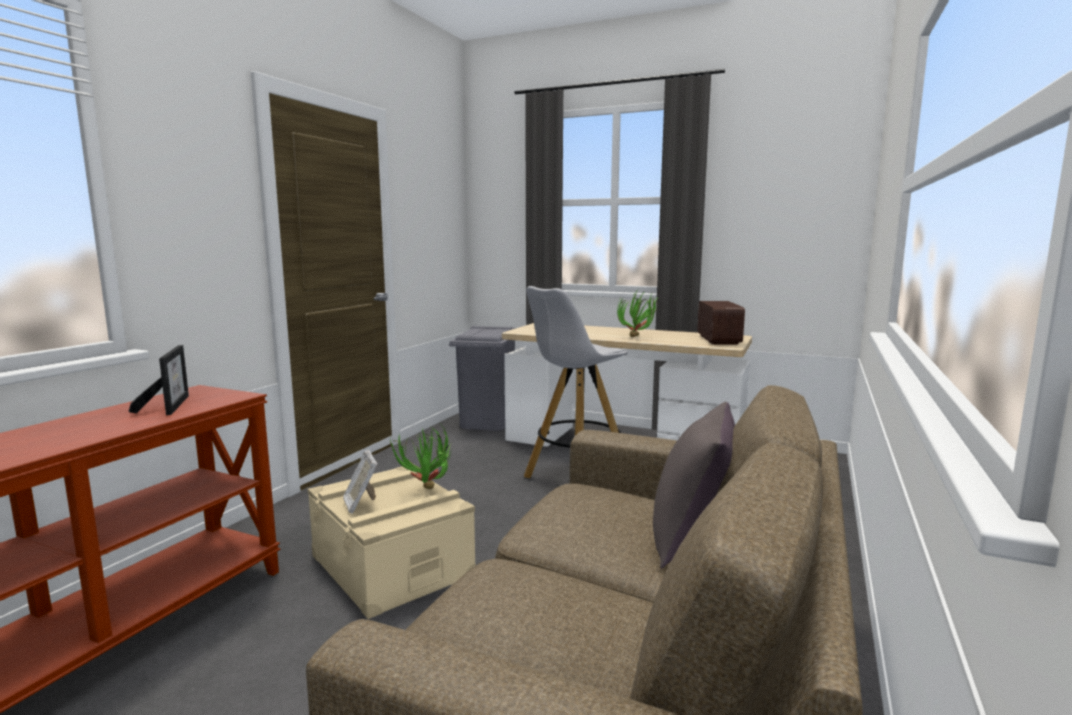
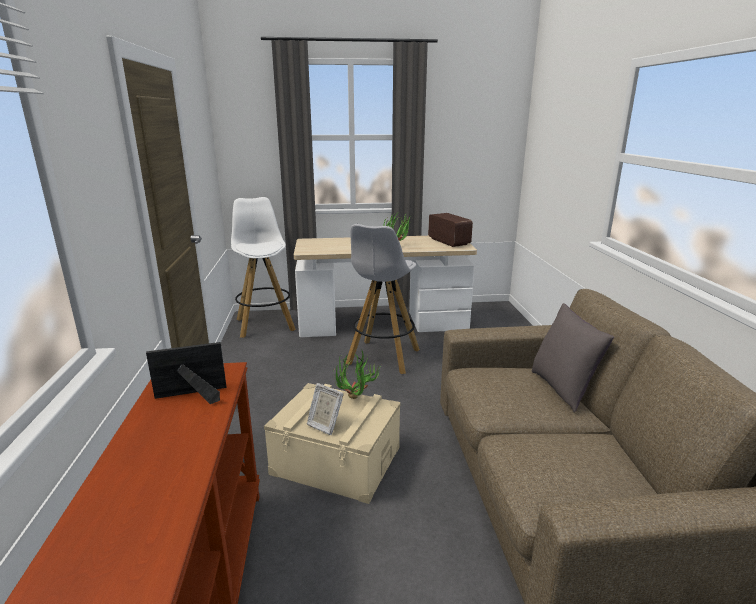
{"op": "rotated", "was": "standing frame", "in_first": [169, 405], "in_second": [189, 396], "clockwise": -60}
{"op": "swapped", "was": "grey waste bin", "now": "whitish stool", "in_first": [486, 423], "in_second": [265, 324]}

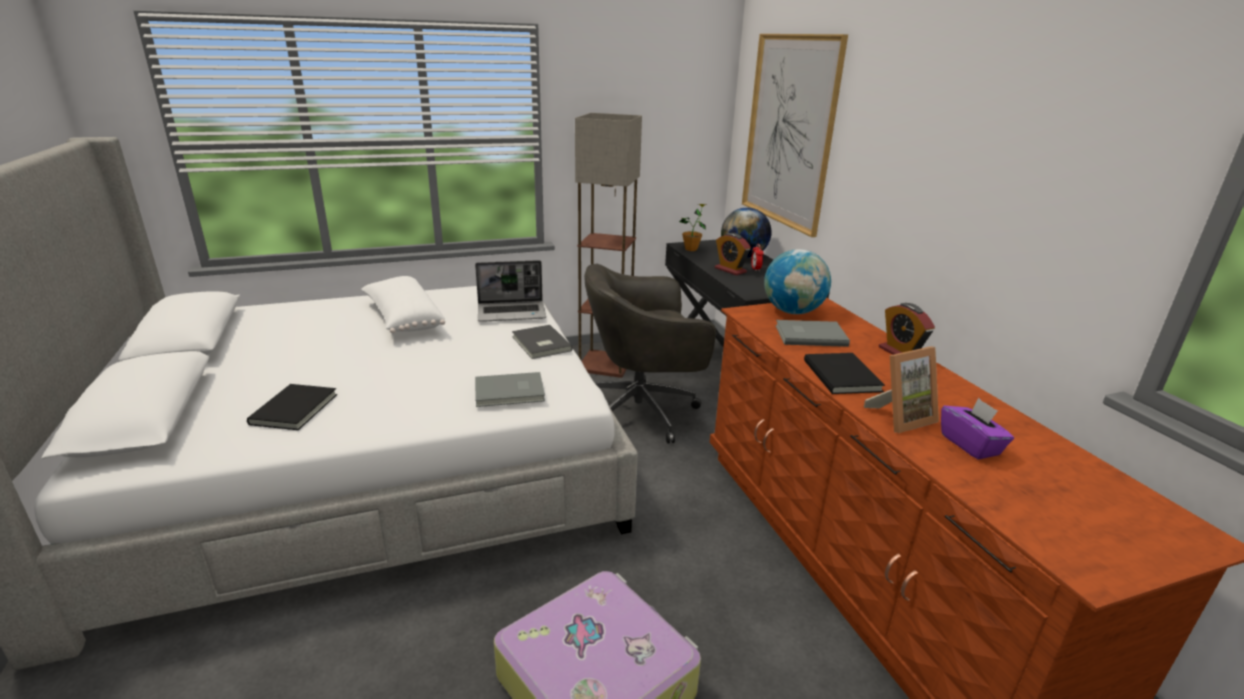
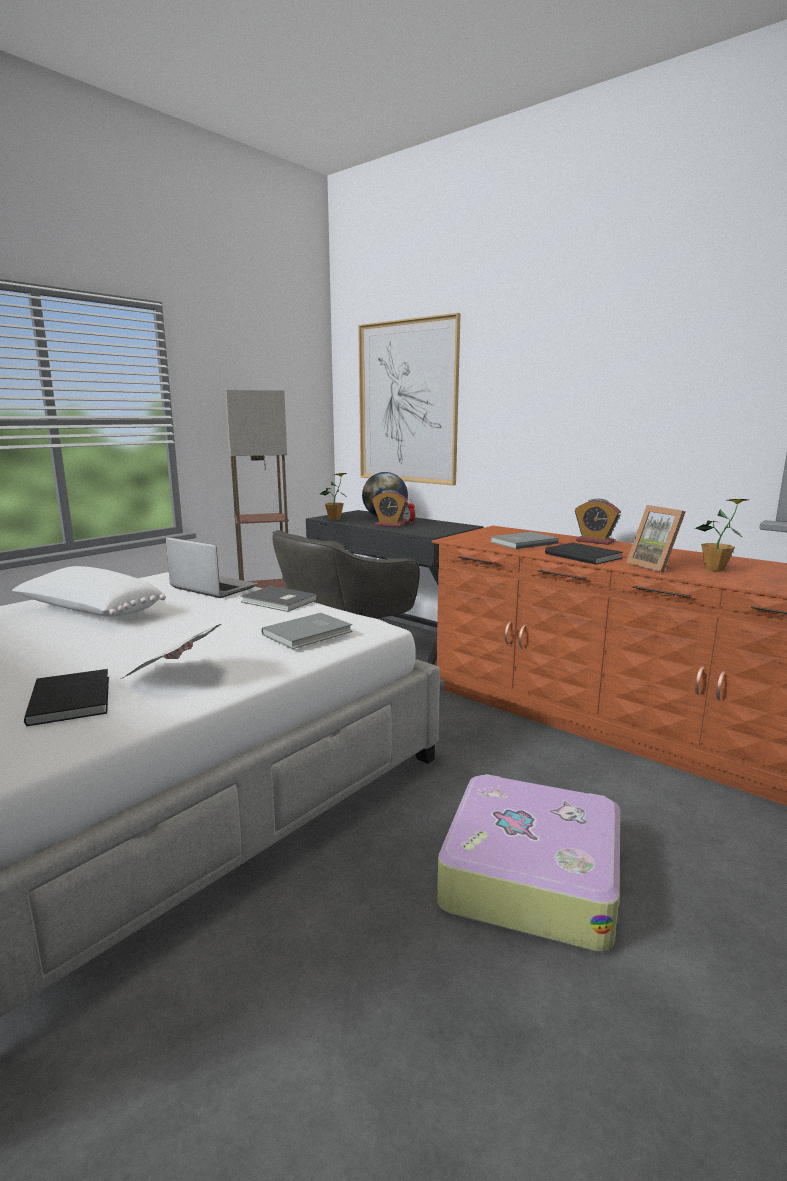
{"op": "rotated", "was": "laptop", "in_first": [512, 312], "in_second": [212, 588], "clockwise": -105}
{"op": "gone", "was": "world globe", "in_first": [792, 311]}
{"op": "rotated", "was": "standing frame", "in_first": [900, 417], "in_second": [655, 566], "clockwise": 120}
{"op": "swapped", "was": "purple-coloured tissue box", "now": "potted plant", "in_first": [970, 445], "in_second": [714, 569]}
{"op": "new", "now": "printed paper", "in_second": [173, 676]}

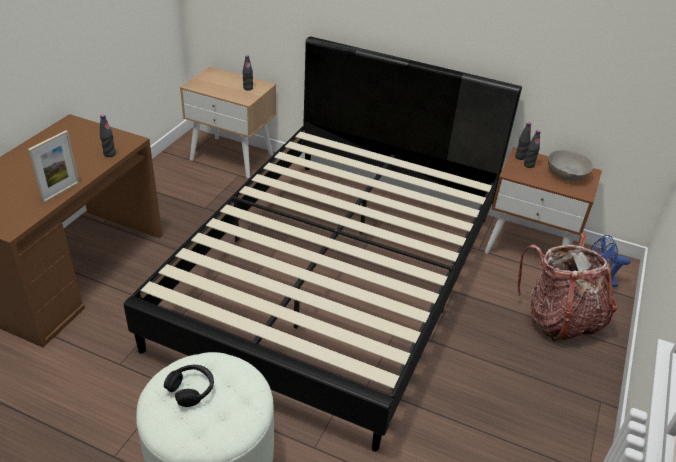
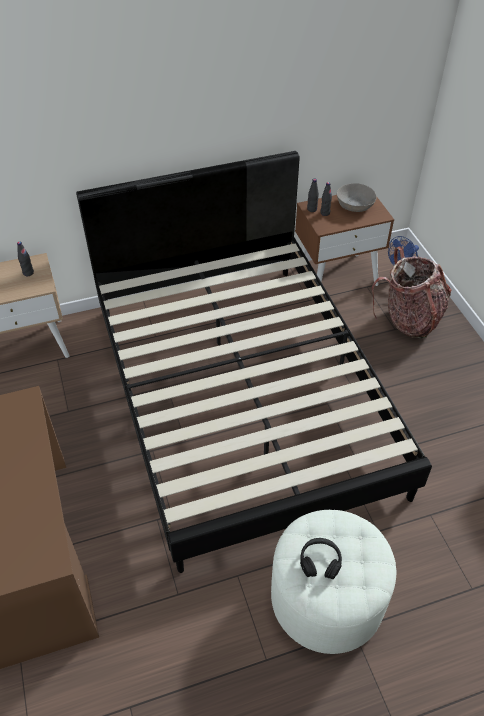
{"op": "gone", "was": "standing frame", "in_first": [61, 192]}
{"op": "gone", "was": "blackish beverage bottle", "in_first": [109, 154]}

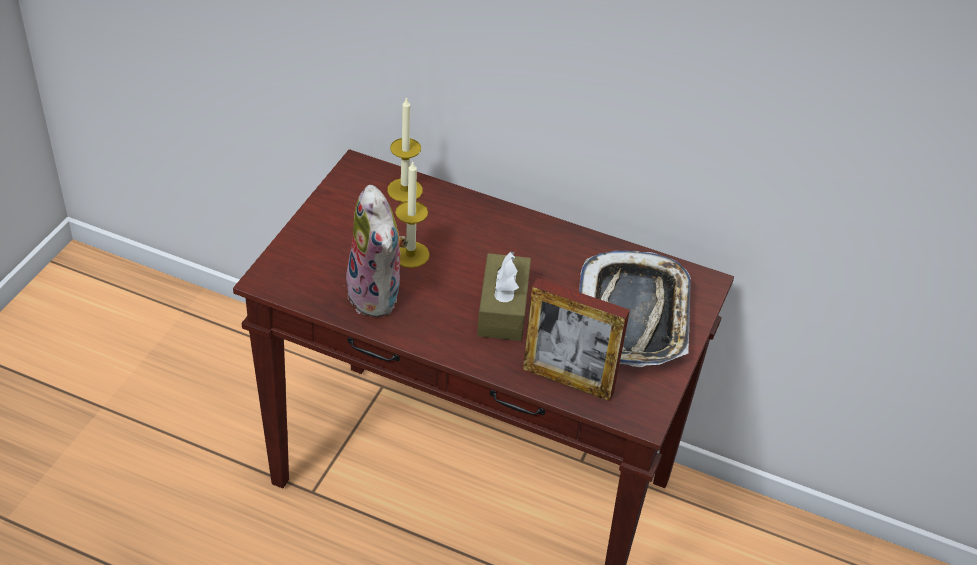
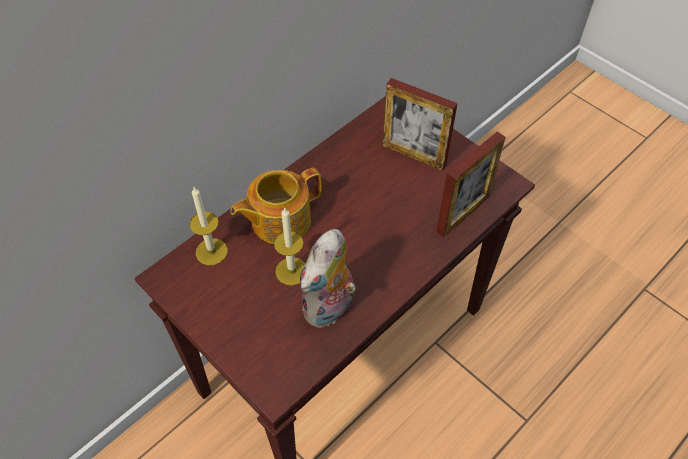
{"op": "rotated", "was": "soft toy", "in_first": [378, 295], "in_second": [330, 308], "clockwise": 120}
{"op": "gone", "was": "brown-coloured tissue box", "in_first": [503, 309]}
{"op": "swapped", "was": "carrying tray", "now": "standing frame", "in_first": [633, 316], "in_second": [414, 155]}
{"op": "new", "now": "teapot", "in_second": [279, 220]}

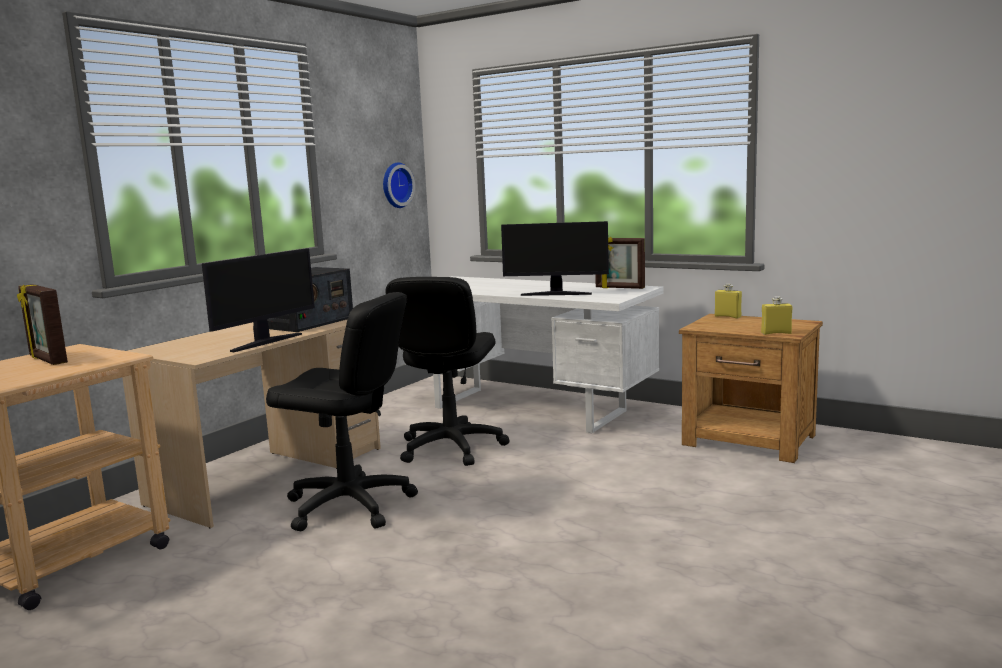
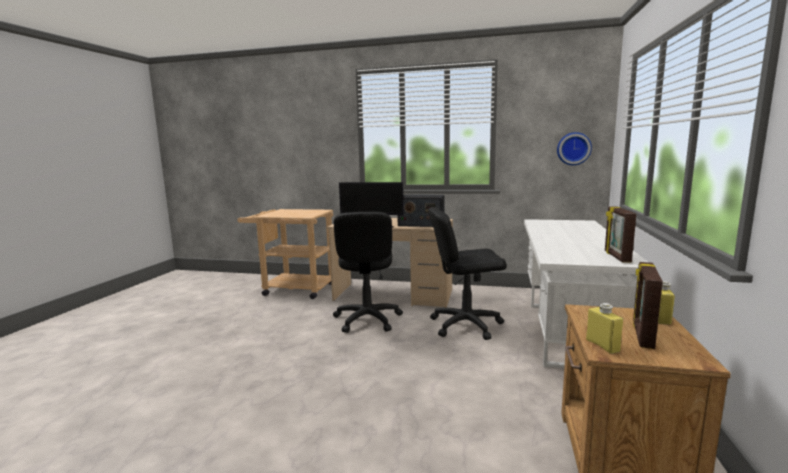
{"op": "shifted", "was": "standing frame", "in_first": [47, 360], "in_second": [642, 335]}
{"op": "gone", "was": "computer screen", "in_first": [556, 294]}

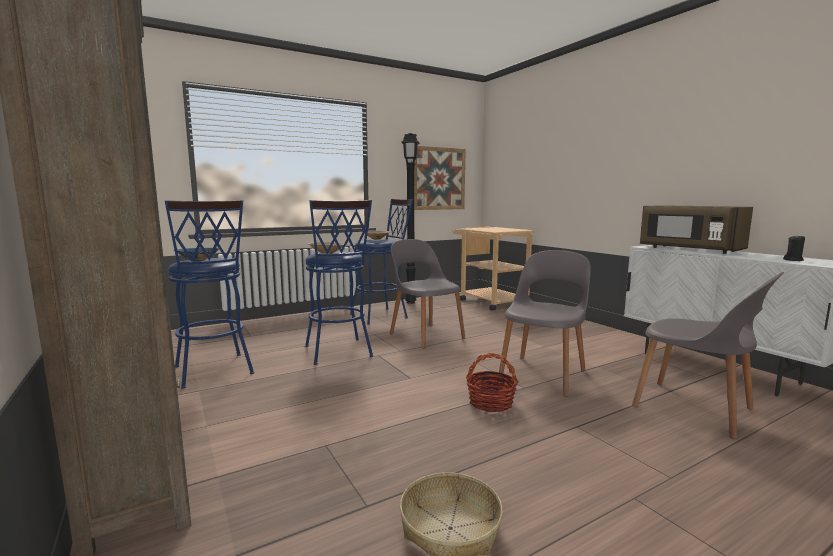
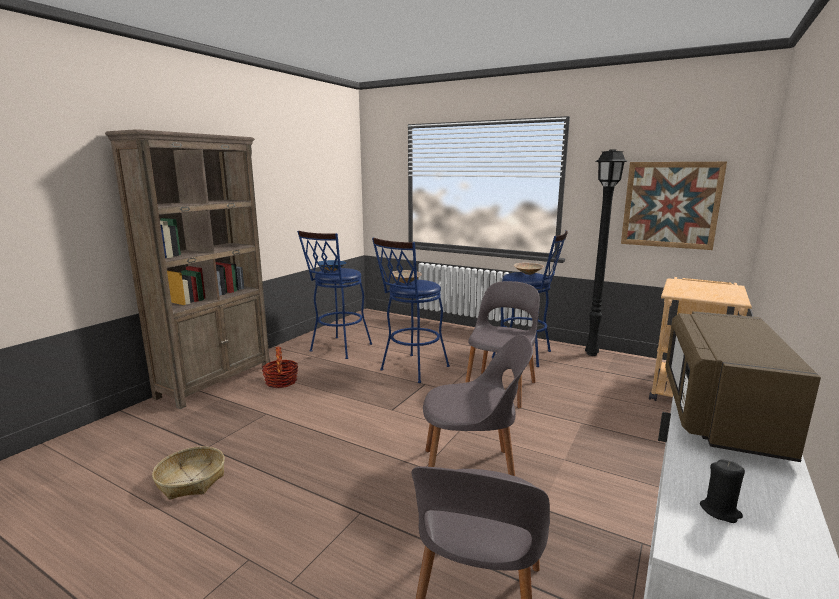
{"op": "shifted", "was": "storage basket", "in_first": [490, 402], "in_second": [281, 382]}

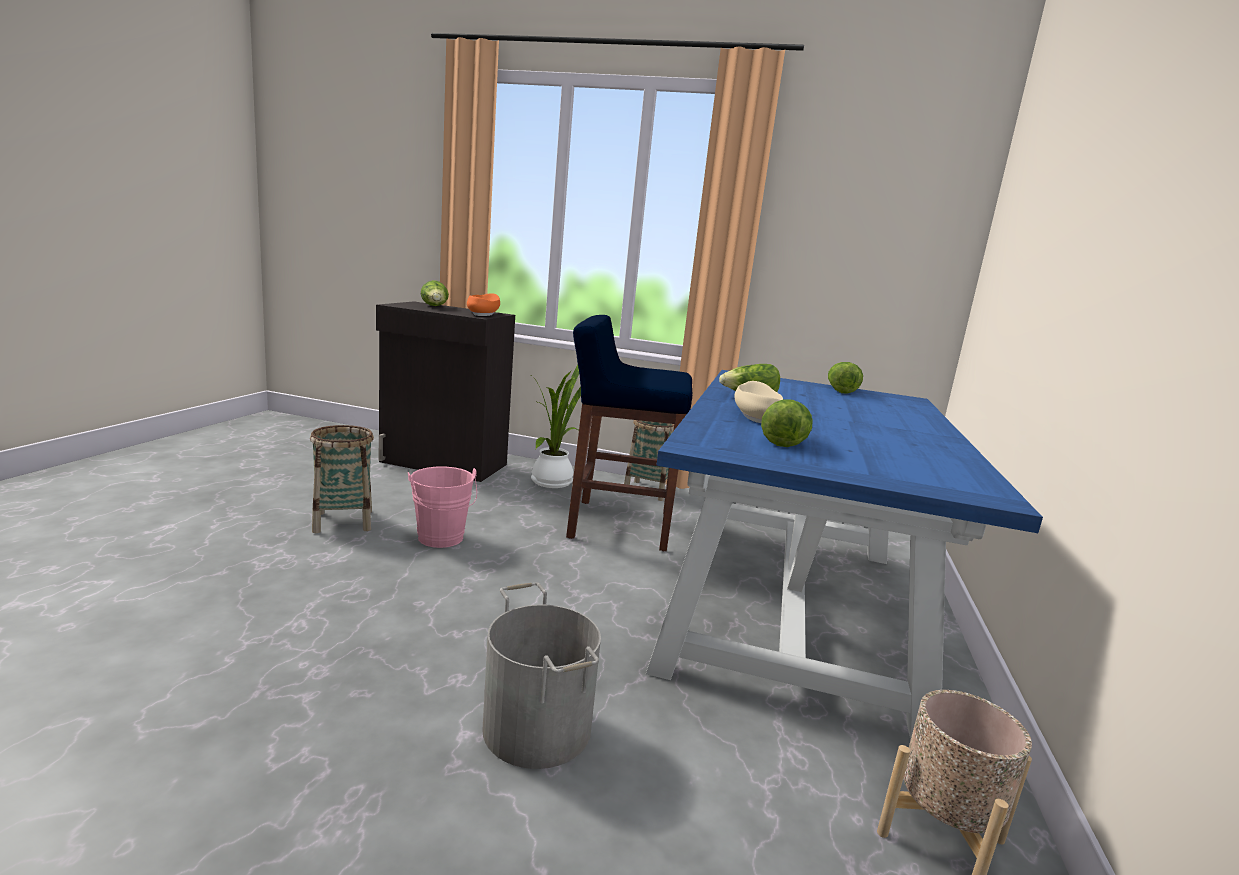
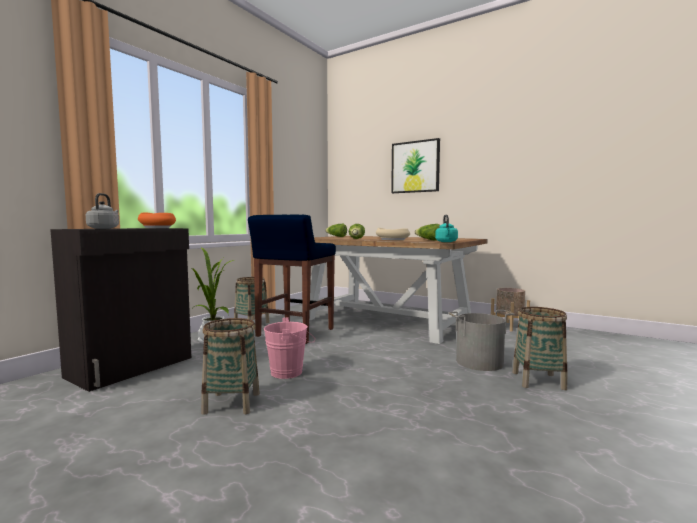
{"op": "swapped", "was": "lettuce", "now": "grey kettle", "in_first": [435, 307], "in_second": [104, 228]}
{"op": "repainted", "was": "bluish dinner table", "now": "brown-coloured dinner table", "in_first": [789, 602], "in_second": [386, 319]}
{"op": "new", "now": "wall picture", "in_second": [415, 167]}
{"op": "new", "now": "turquoise kettle", "in_second": [446, 242]}
{"op": "new", "now": "storage basket", "in_second": [538, 380]}

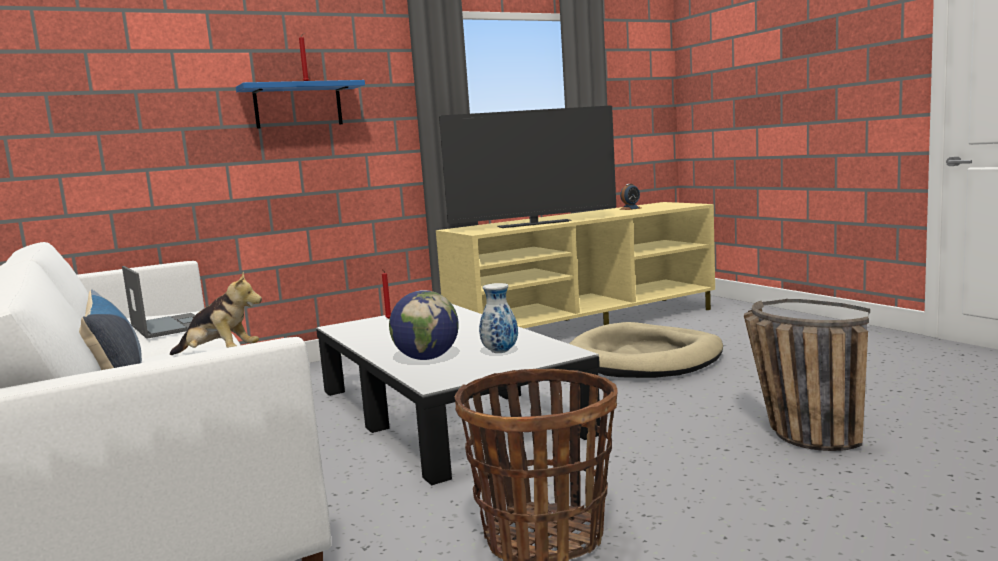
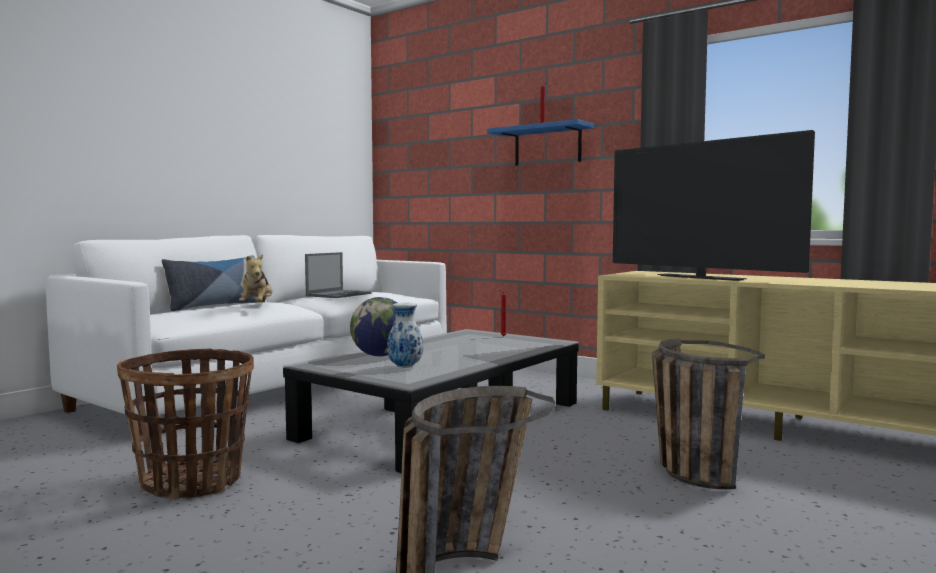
{"op": "swapped", "was": "beige-coloured pet bed", "now": "storage basket", "in_first": [645, 358], "in_second": [687, 468]}
{"op": "gone", "was": "bedside clock", "in_first": [630, 208]}

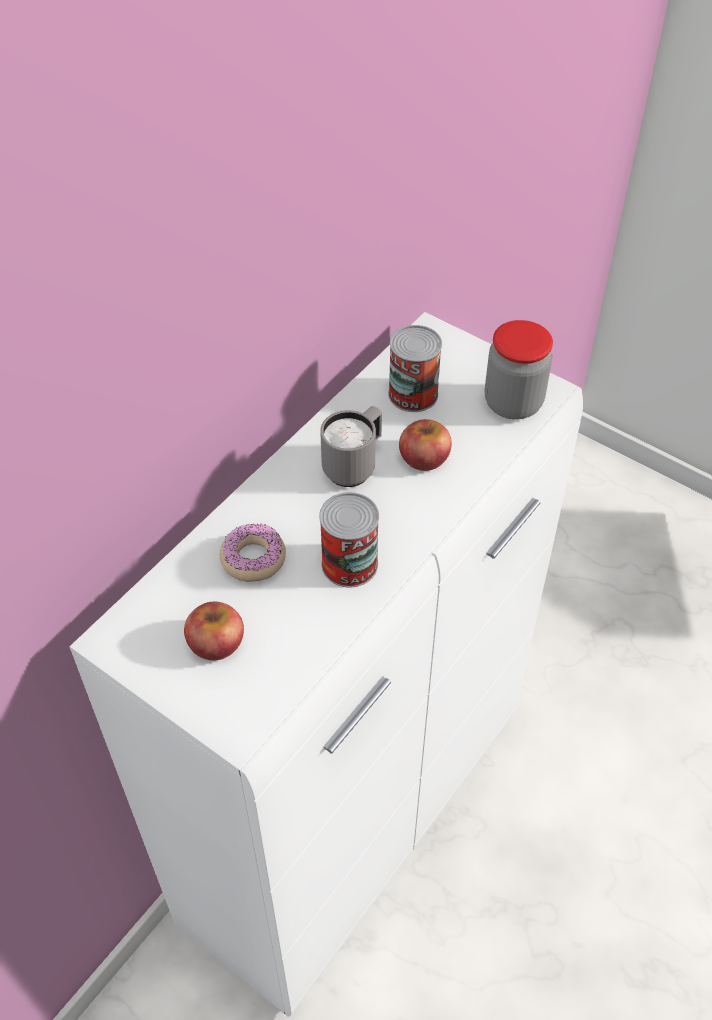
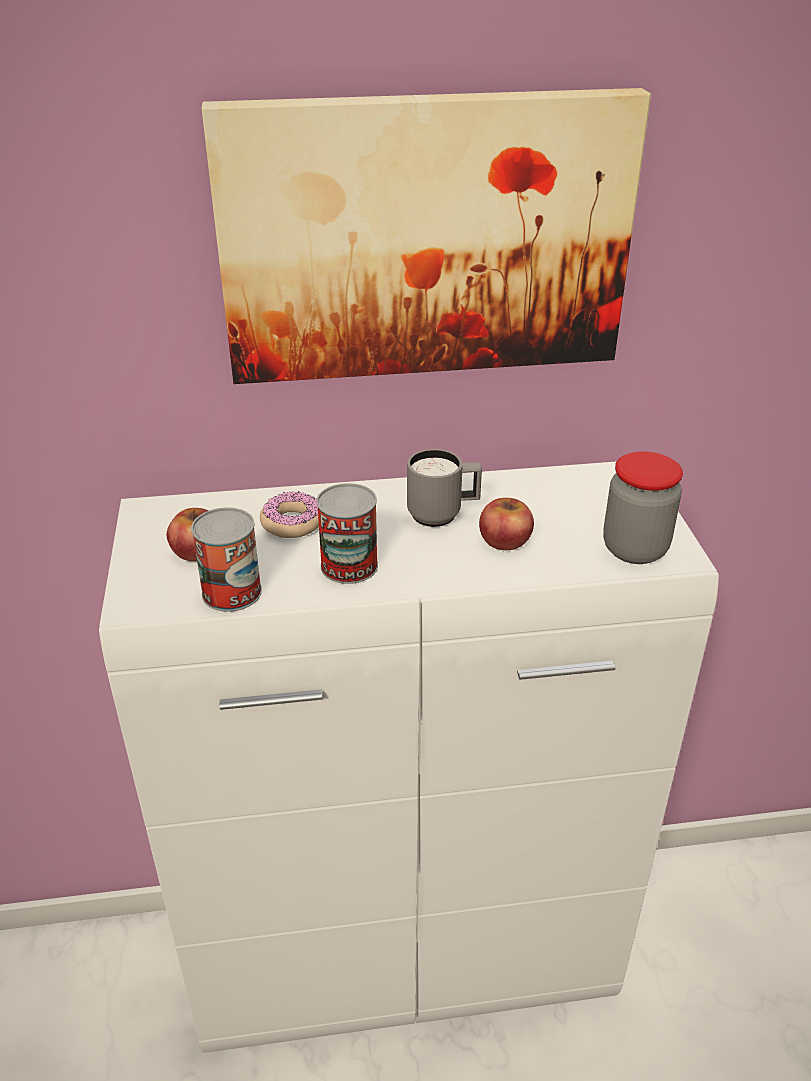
{"op": "shifted", "was": "sealed can", "in_first": [413, 394], "in_second": [232, 592]}
{"op": "new", "now": "wall picture", "in_second": [426, 238]}

